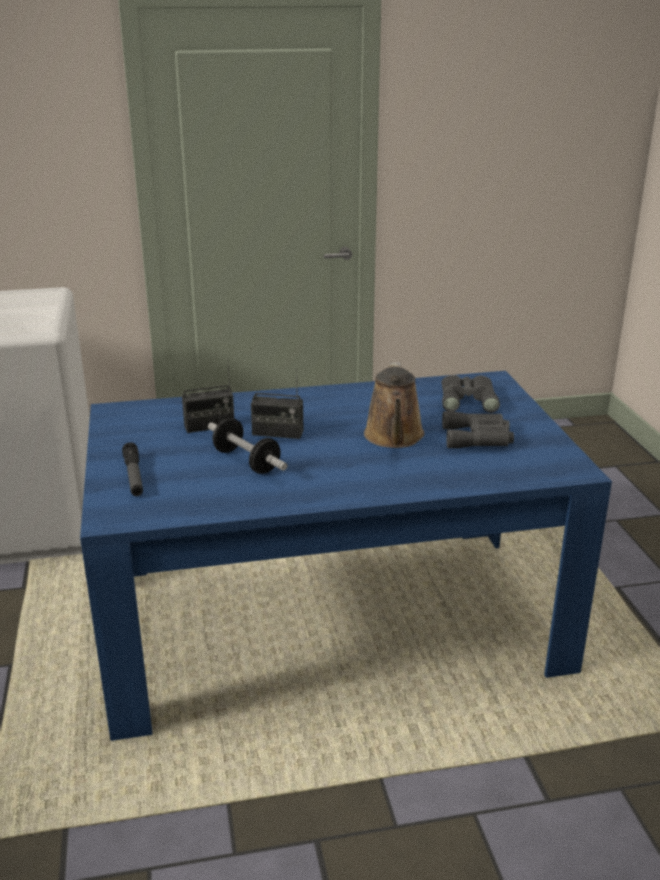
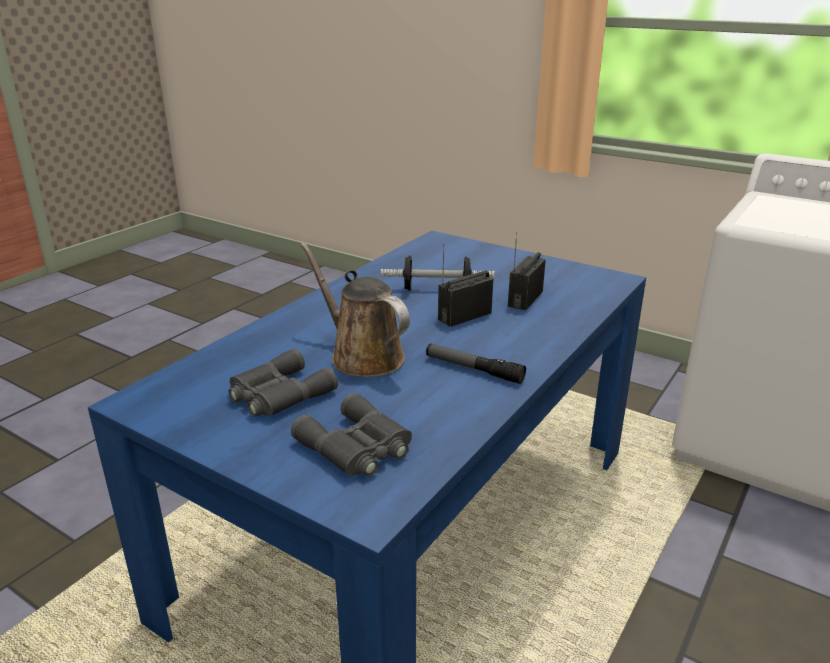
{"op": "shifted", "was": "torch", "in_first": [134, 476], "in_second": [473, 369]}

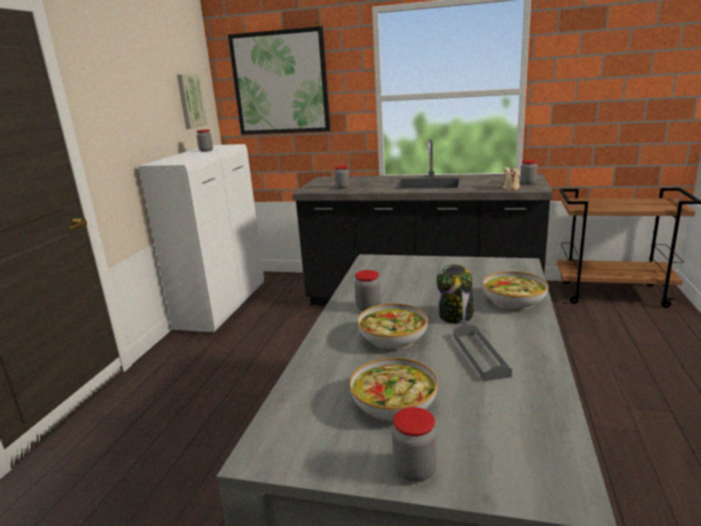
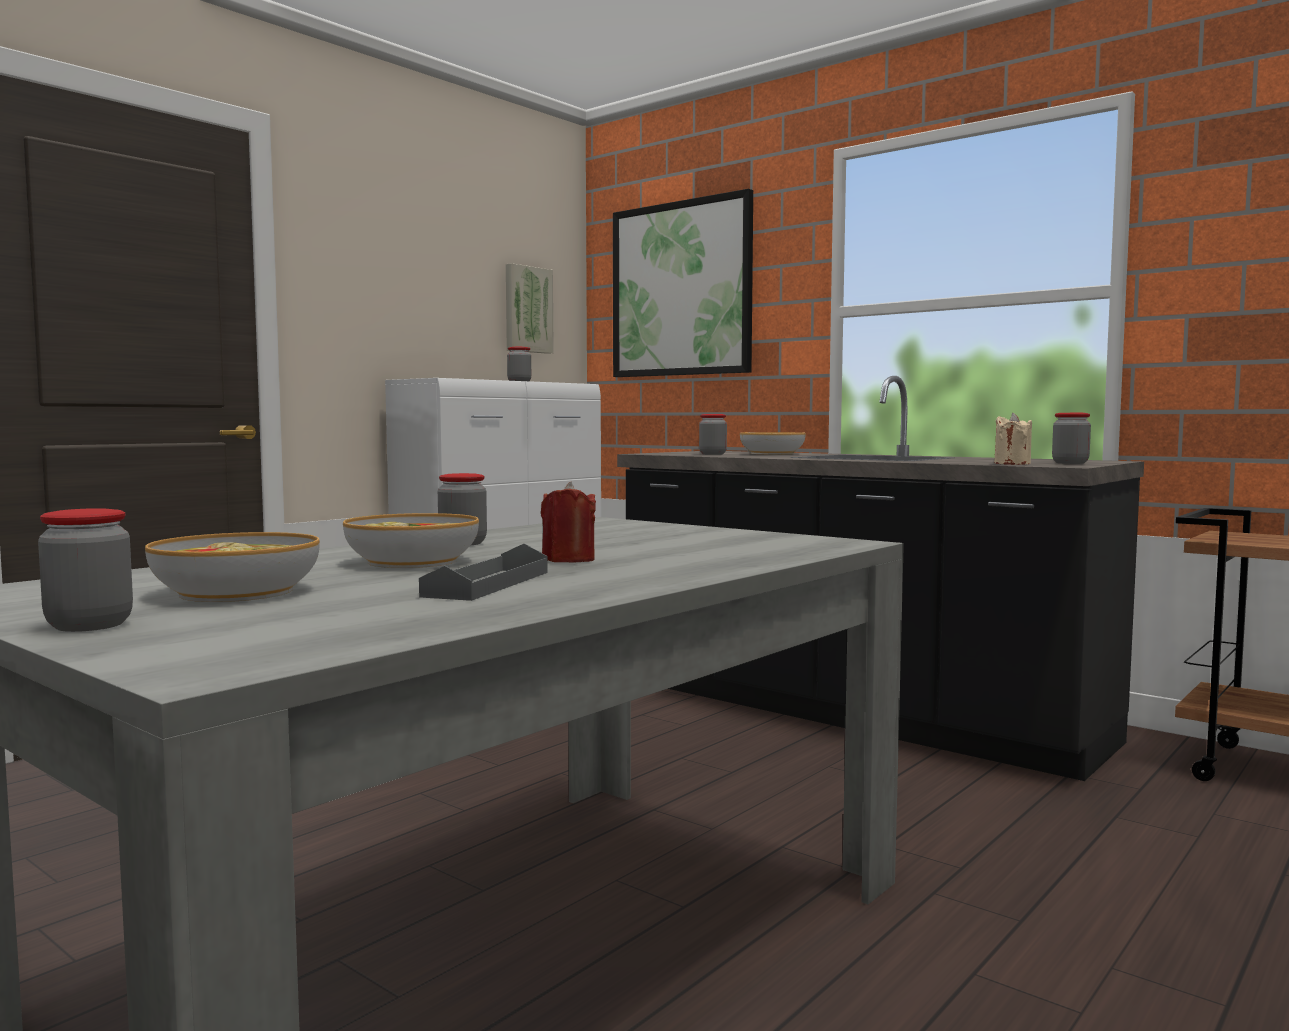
{"op": "swapped", "was": "jar", "now": "red-coloured wax light", "in_first": [455, 315], "in_second": [568, 560]}
{"op": "shifted", "was": "deep dish", "in_first": [513, 300], "in_second": [772, 453]}

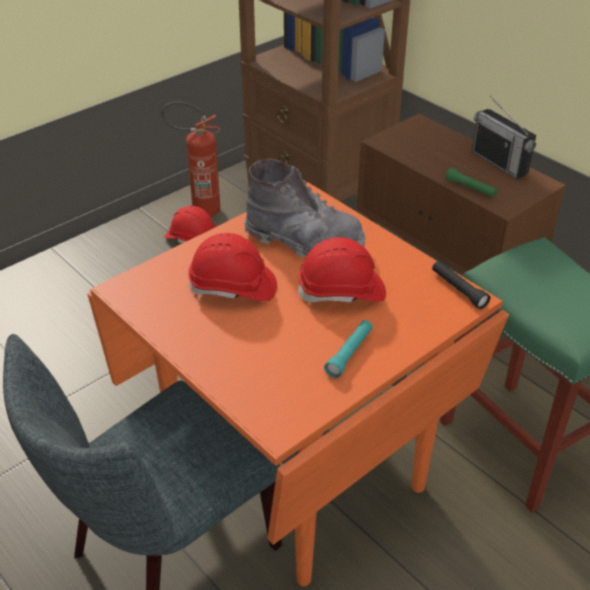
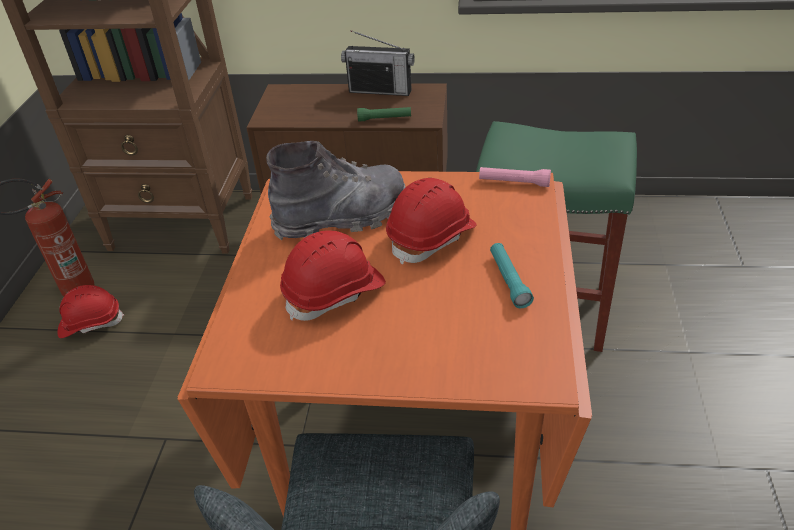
{"op": "repainted", "was": "blackish torch", "now": "pink torch", "in_first": [458, 289], "in_second": [514, 182]}

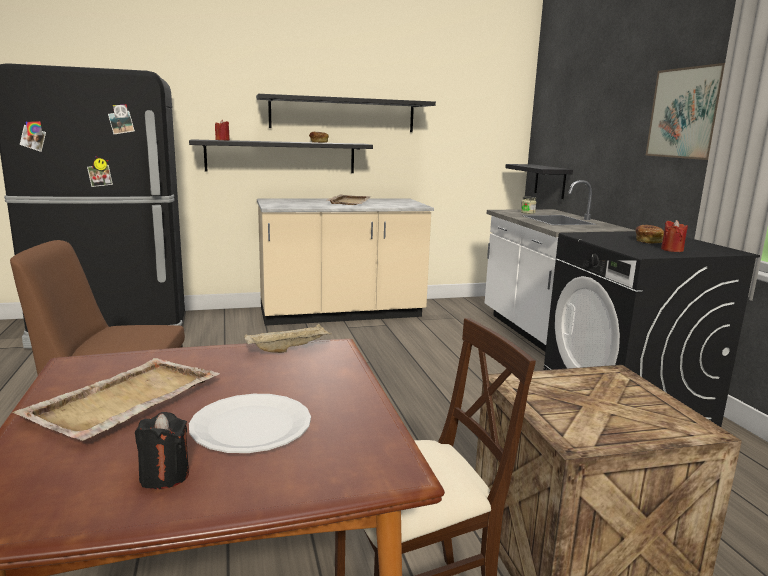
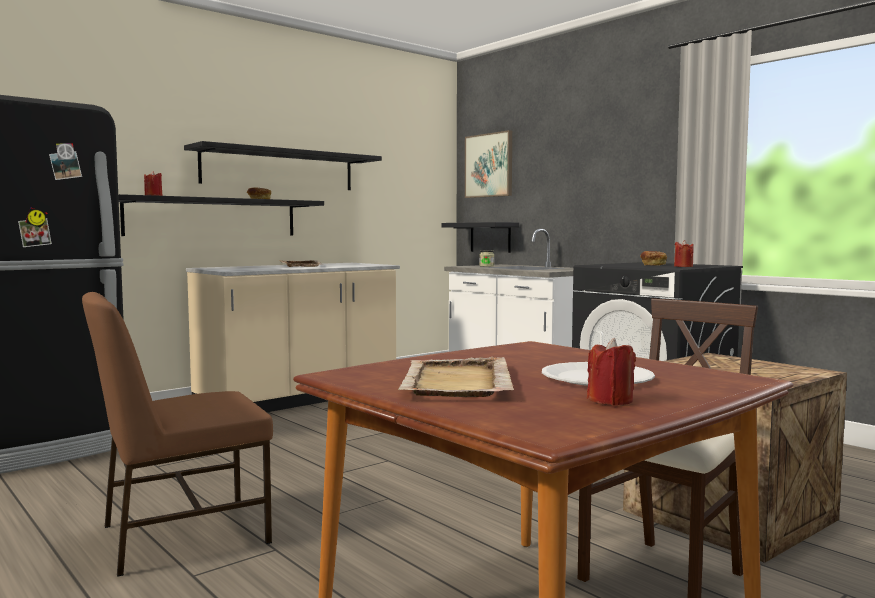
{"op": "repainted", "was": "blackish wax light", "now": "red-coloured wax light", "in_first": [164, 476], "in_second": [610, 401]}
{"op": "gone", "was": "beige-coloured carrying tray", "in_first": [289, 349]}
{"op": "shifted", "was": "wall picture", "in_first": [686, 113], "in_second": [489, 165]}

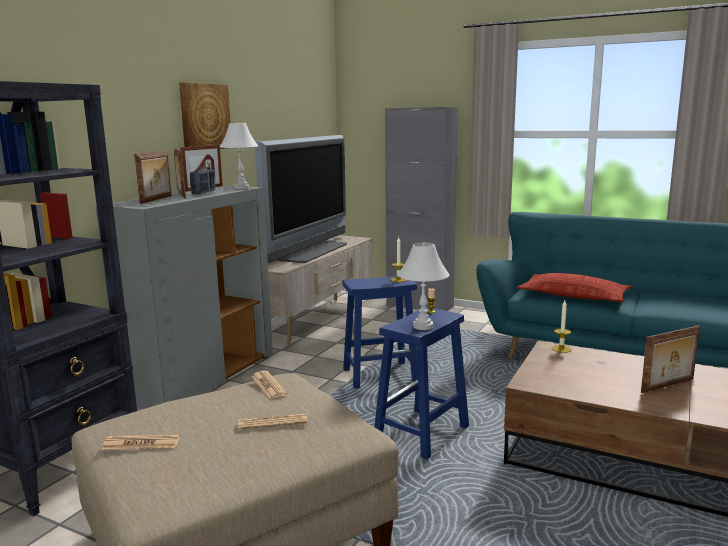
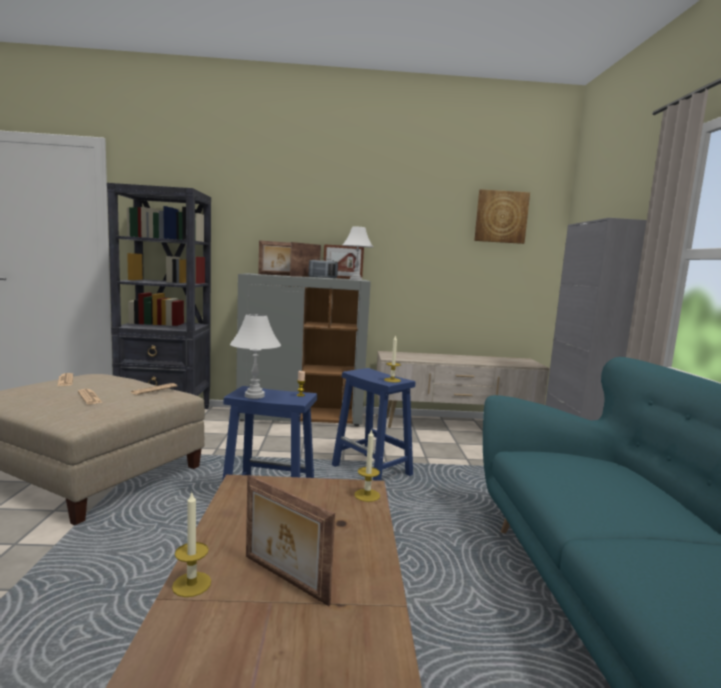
{"op": "shifted", "was": "wall picture", "in_first": [204, 117], "in_second": [501, 217]}
{"op": "gone", "was": "TV", "in_first": [310, 251]}
{"op": "gone", "was": "pillow", "in_first": [574, 295]}
{"op": "new", "now": "wax light", "in_second": [191, 584]}

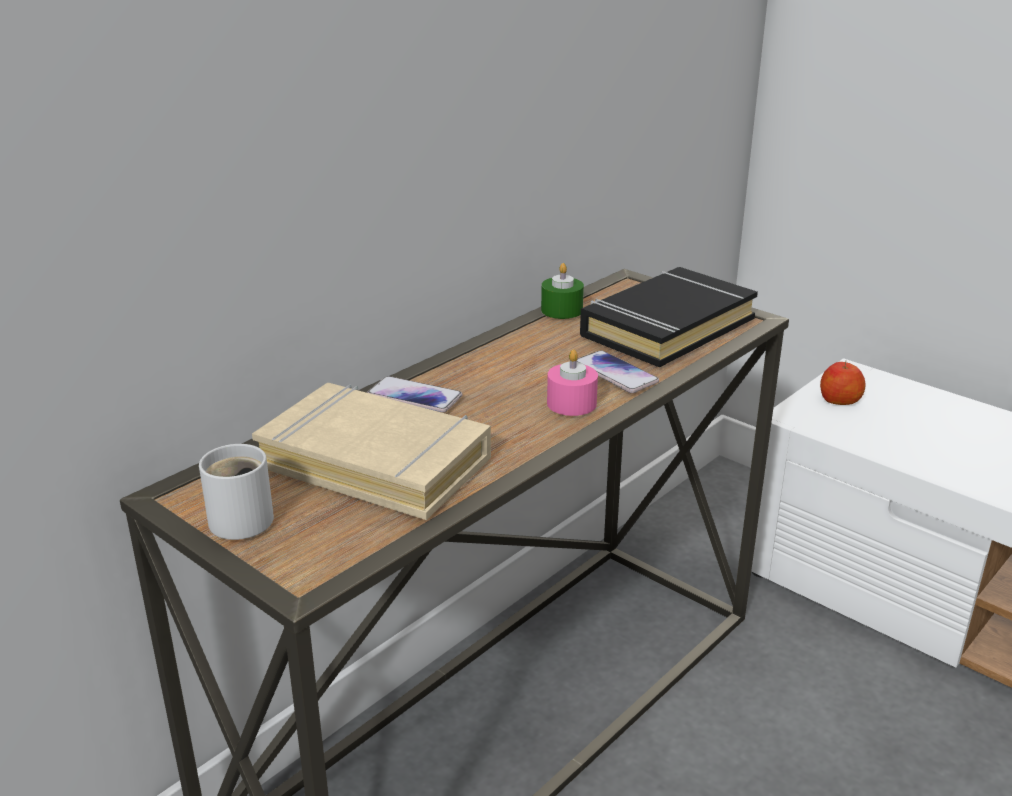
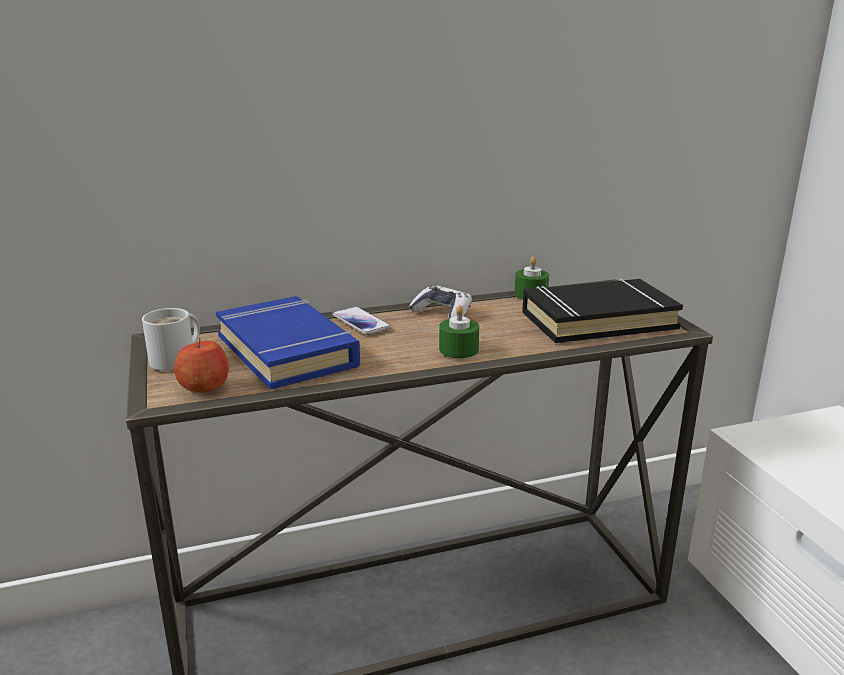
{"op": "repainted", "was": "beige-coloured volume", "now": "bluish volume", "in_first": [376, 461], "in_second": [287, 351]}
{"op": "repainted", "was": "pink wax light", "now": "green wax light", "in_first": [571, 403], "in_second": [458, 350]}
{"op": "gone", "was": "phone", "in_first": [615, 373]}
{"op": "shifted", "was": "apple fruit", "in_first": [839, 400], "in_second": [204, 386]}
{"op": "new", "now": "game controller", "in_second": [442, 313]}

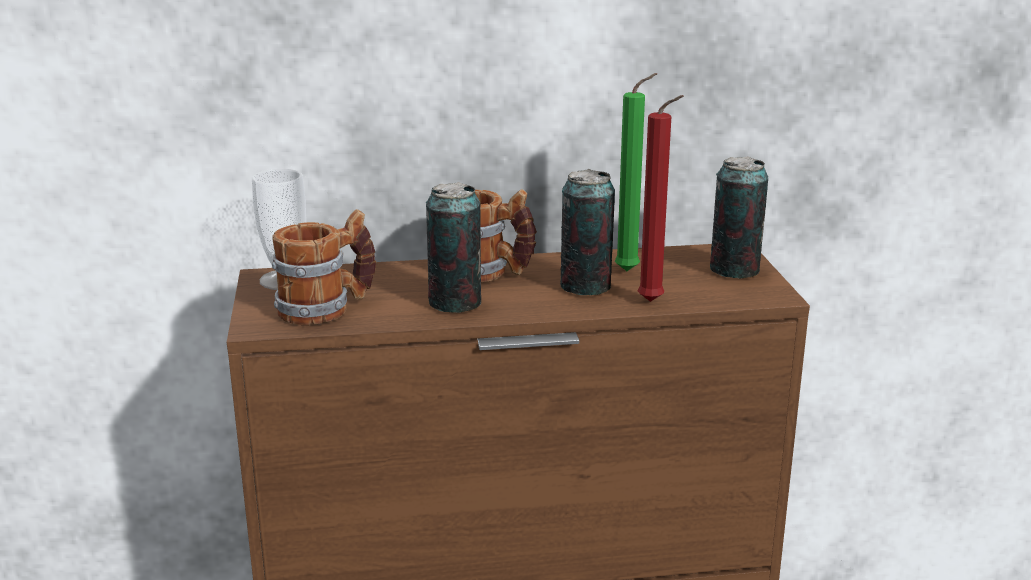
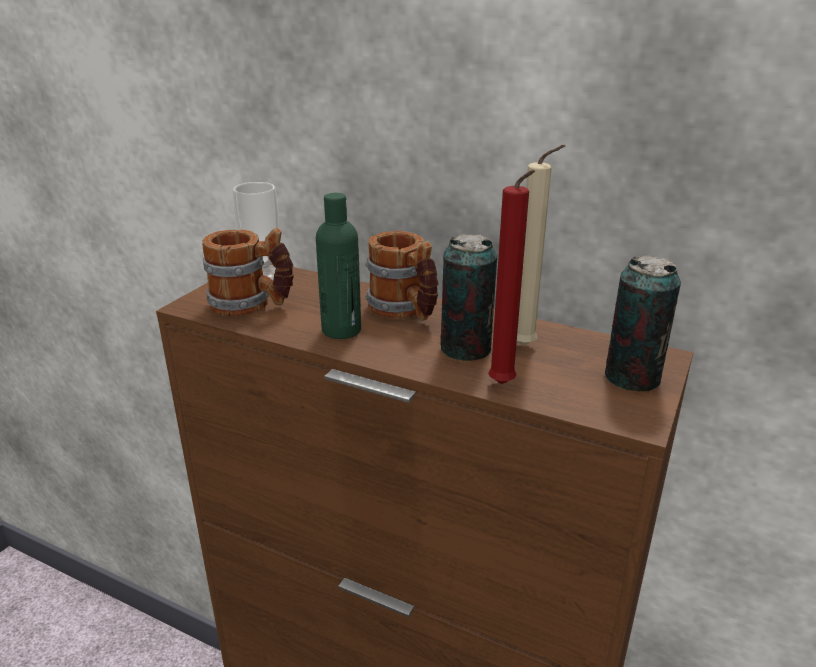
{"op": "swapped", "was": "sealed can", "now": "green beverage bottle", "in_first": [455, 303], "in_second": [341, 330]}
{"op": "repainted", "was": "green wax light", "now": "beige-coloured wax light", "in_first": [631, 271], "in_second": [527, 347]}

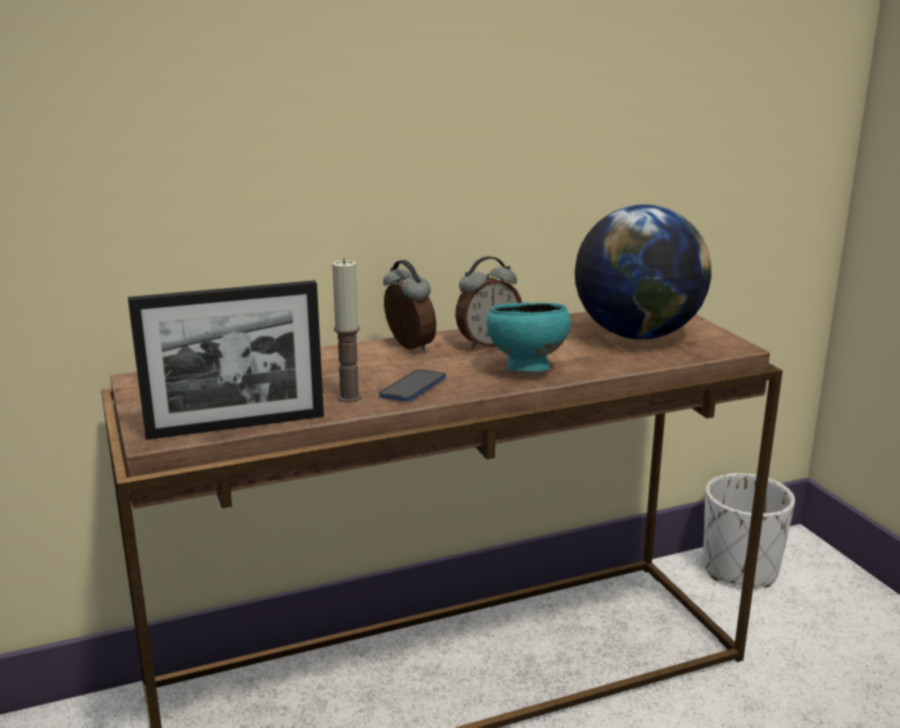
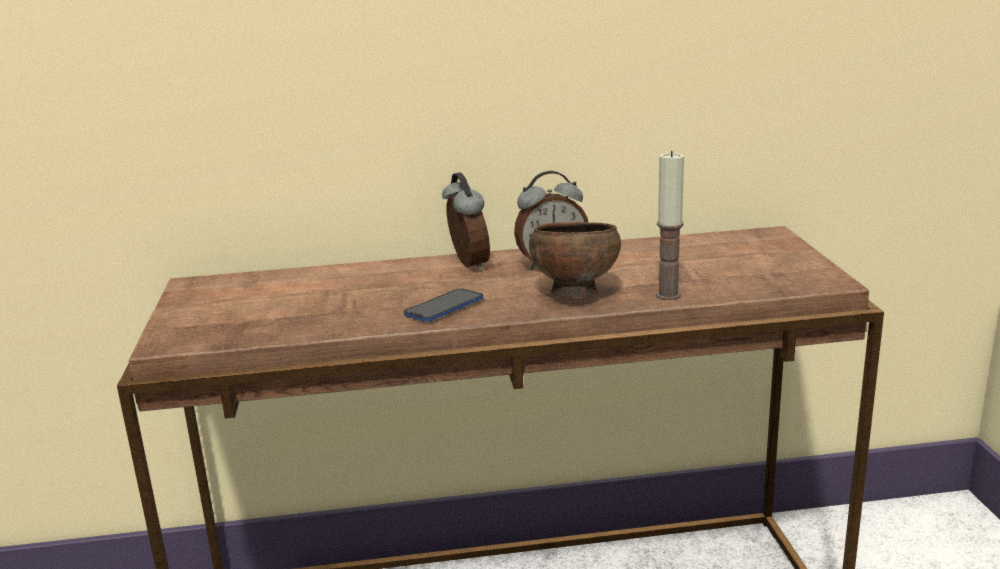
{"op": "gone", "was": "standing frame", "in_first": [236, 426]}
{"op": "shifted", "was": "wax light", "in_first": [349, 397], "in_second": [668, 295]}
{"op": "repainted", "was": "turquoise deep dish", "now": "brown-coloured deep dish", "in_first": [525, 370], "in_second": [573, 295]}
{"op": "gone", "was": "world globe", "in_first": [636, 335]}
{"op": "gone", "was": "whitish plant pot", "in_first": [740, 569]}

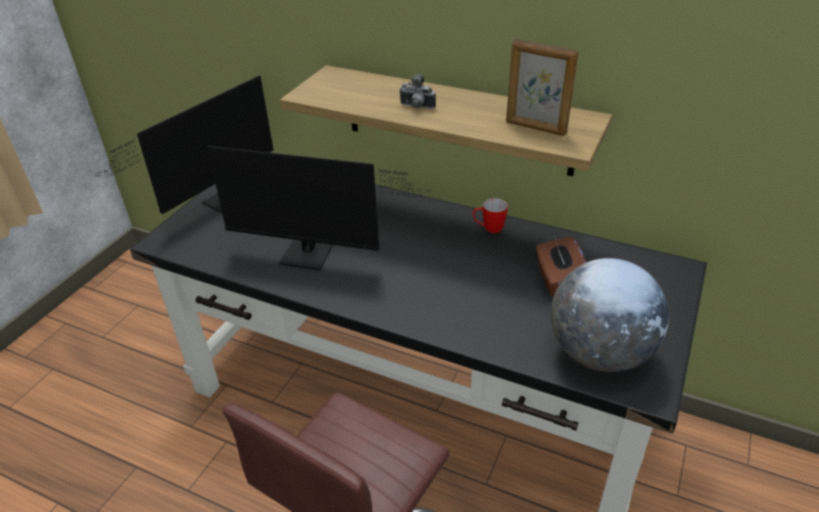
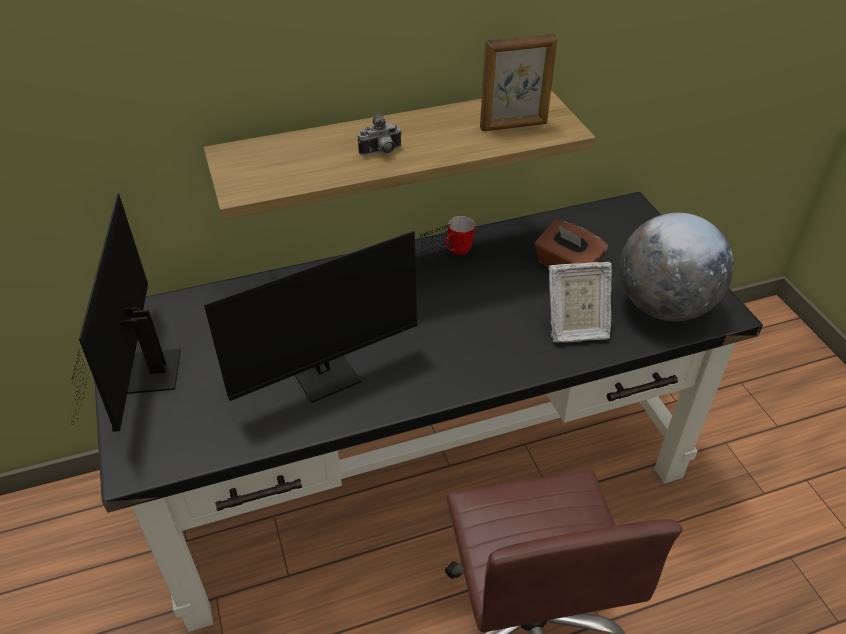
{"op": "new", "now": "standing frame", "in_second": [575, 328]}

